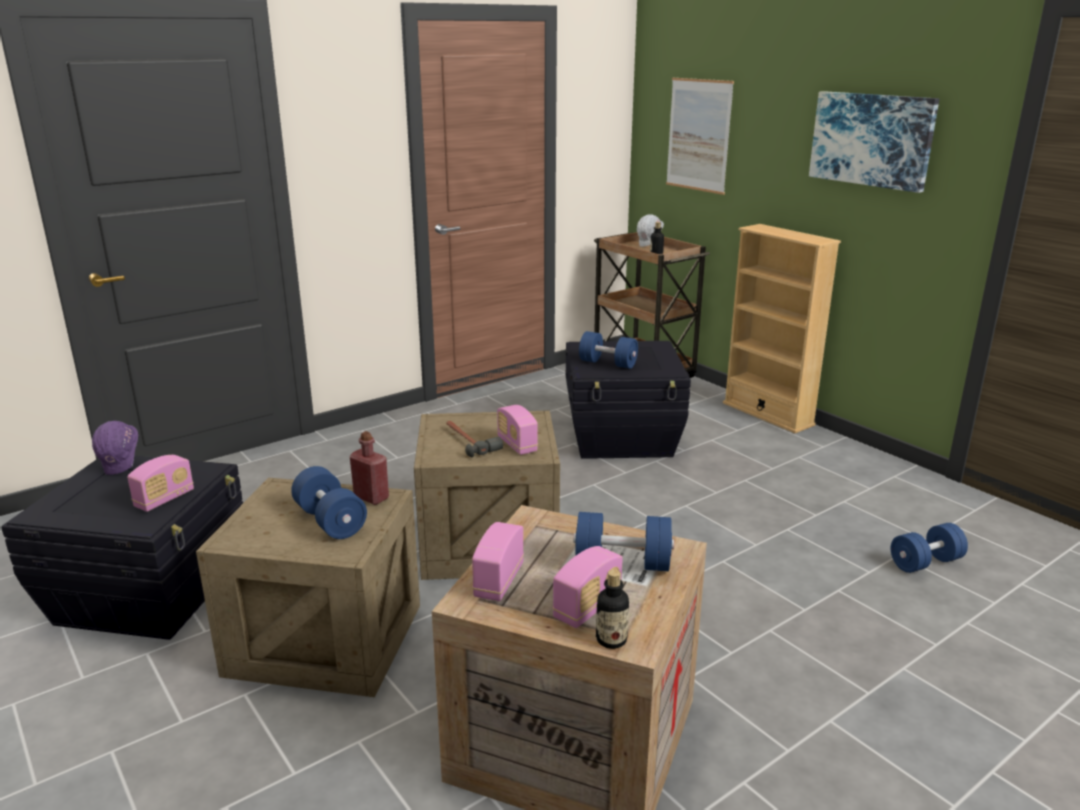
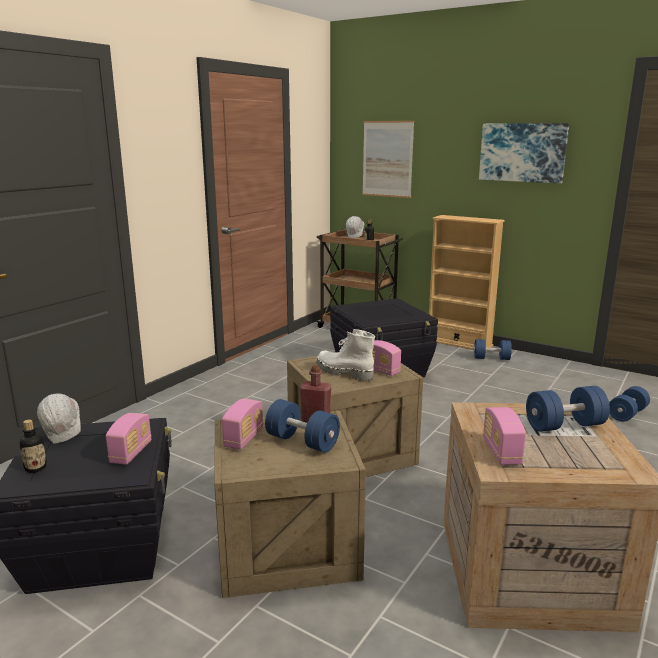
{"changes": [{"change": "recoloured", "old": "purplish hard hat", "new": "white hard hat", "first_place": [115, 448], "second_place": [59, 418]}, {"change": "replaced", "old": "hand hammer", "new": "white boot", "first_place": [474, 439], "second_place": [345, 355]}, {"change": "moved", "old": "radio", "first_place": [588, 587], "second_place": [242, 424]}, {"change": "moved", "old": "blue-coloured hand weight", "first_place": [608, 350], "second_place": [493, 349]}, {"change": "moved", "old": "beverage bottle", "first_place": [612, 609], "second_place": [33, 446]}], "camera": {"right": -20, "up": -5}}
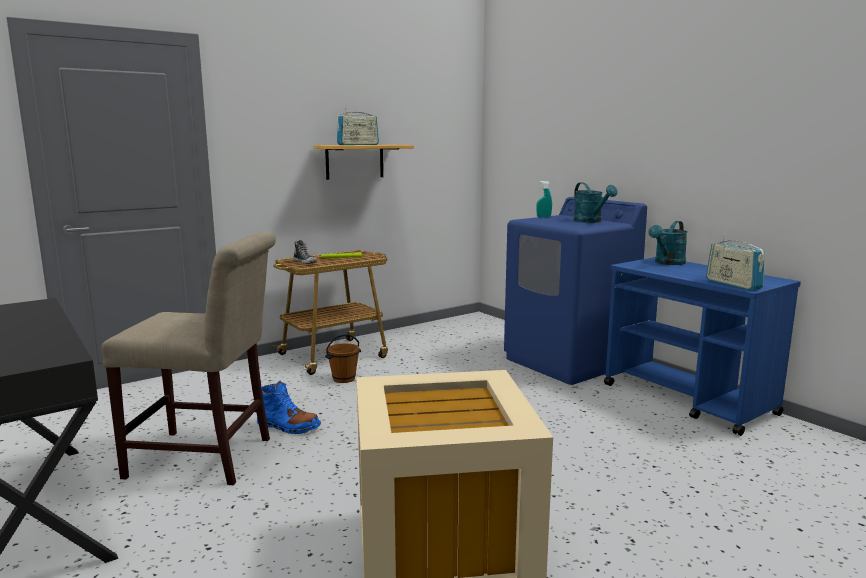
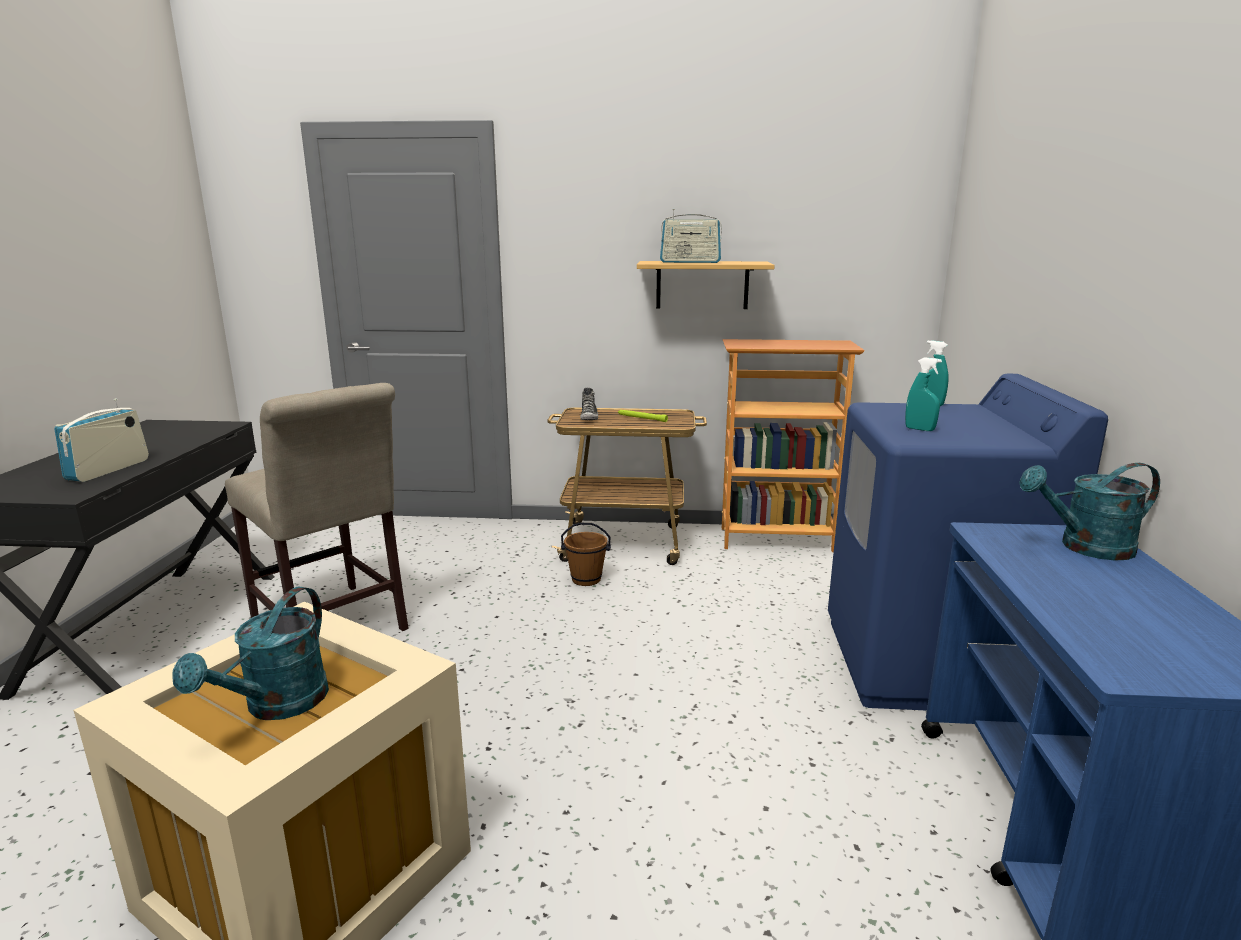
{"changes": [{"change": "removed", "old": "blue-coloured boot", "first_place": [289, 407]}, {"change": "moved", "old": "turquoise-coloured sprinkling can", "first_place": [595, 202], "second_place": [251, 653]}, {"change": "moved", "old": "radio", "first_place": [735, 263], "second_place": [101, 440]}, {"change": "added", "new": "bookshelf", "second_place": [793, 445]}, {"change": "added", "new": "turquoise-coloured sprayer", "second_place": [923, 394]}], "camera": {"right": 40, "up": 5}}
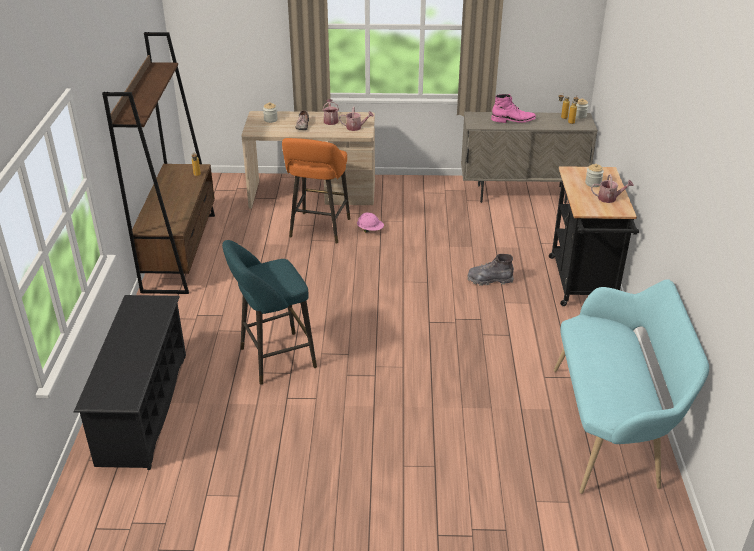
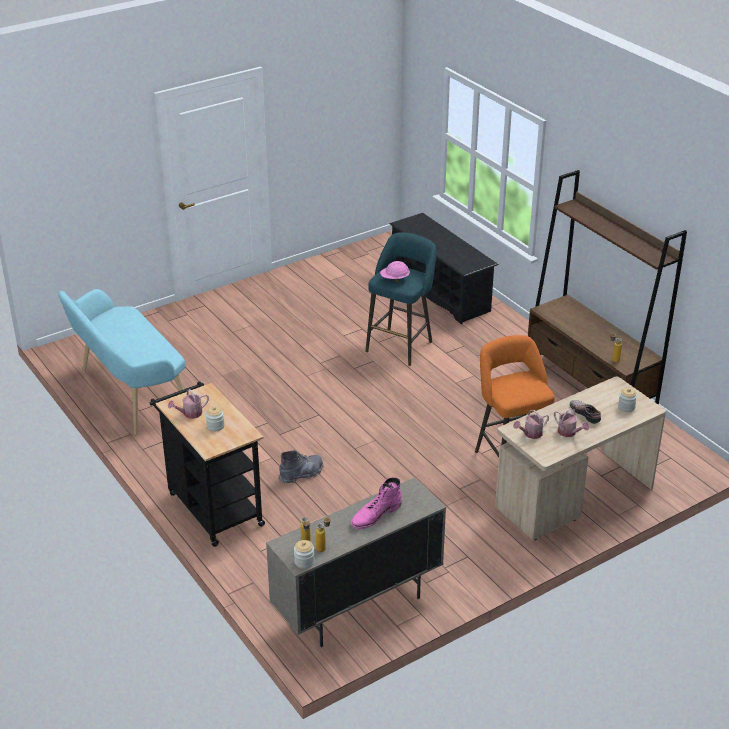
{"changes": [{"change": "moved", "old": "pink hard hat", "first_place": [370, 222], "second_place": [395, 271]}], "camera": {"right": 145, "up": 0}}
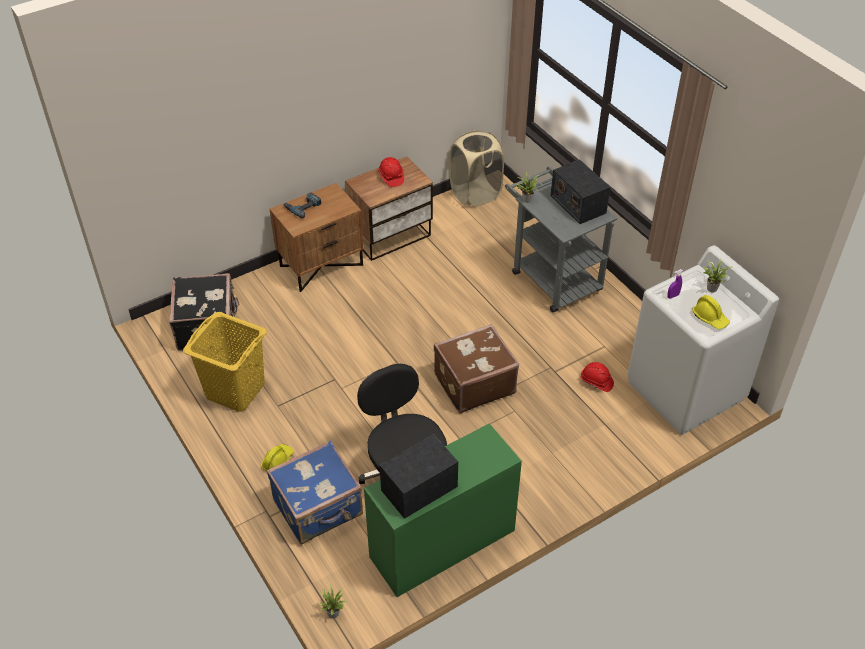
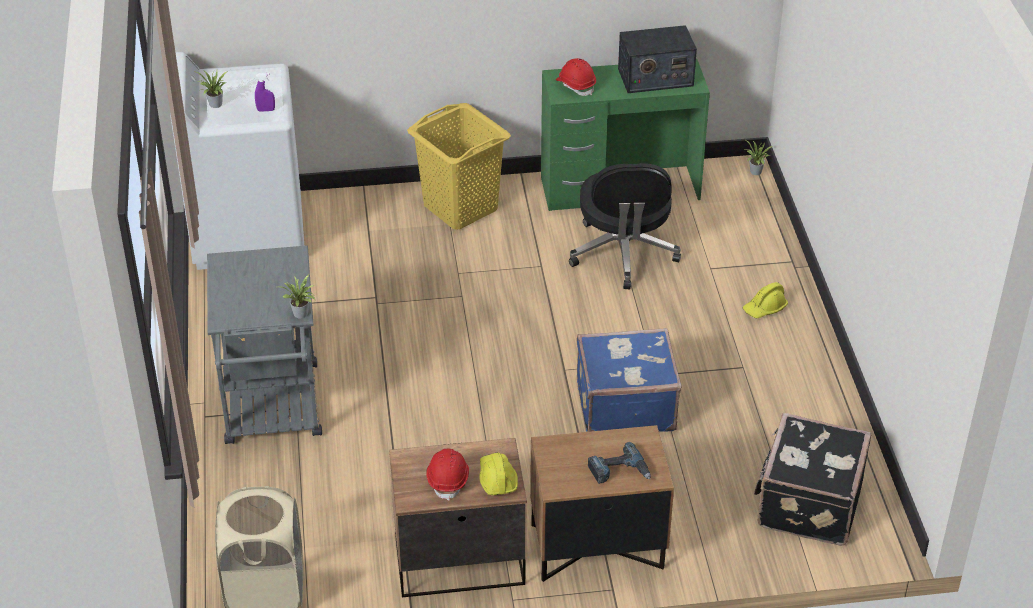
{"changes": [{"change": "moved", "old": "yellow-coloured washing basket", "first_place": [225, 362], "second_place": [459, 166]}, {"change": "moved", "old": "blue-coloured piece of luggage", "first_place": [315, 493], "second_place": [629, 380]}, {"change": "removed", "old": "brown-coloured piece of luggage", "first_place": [476, 368]}, {"change": "removed", "old": "radio", "first_place": [580, 191]}, {"change": "moved", "old": "red hard hat", "first_place": [597, 377], "second_place": [576, 77]}, {"change": "moved", "old": "yellow-coloured hard hat", "first_place": [711, 312], "second_place": [498, 474]}], "camera": {"right": -155, "up": -5}}
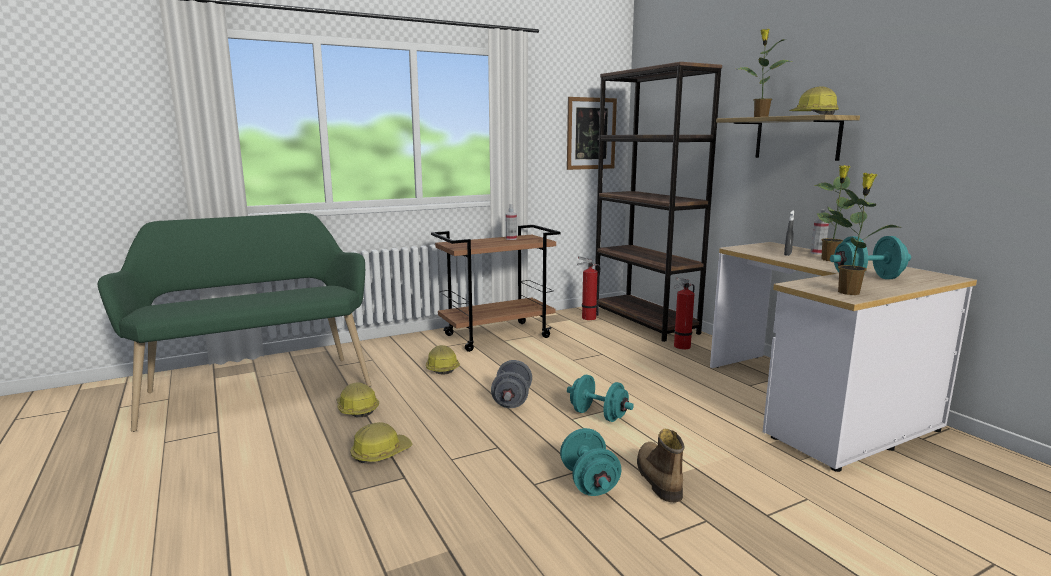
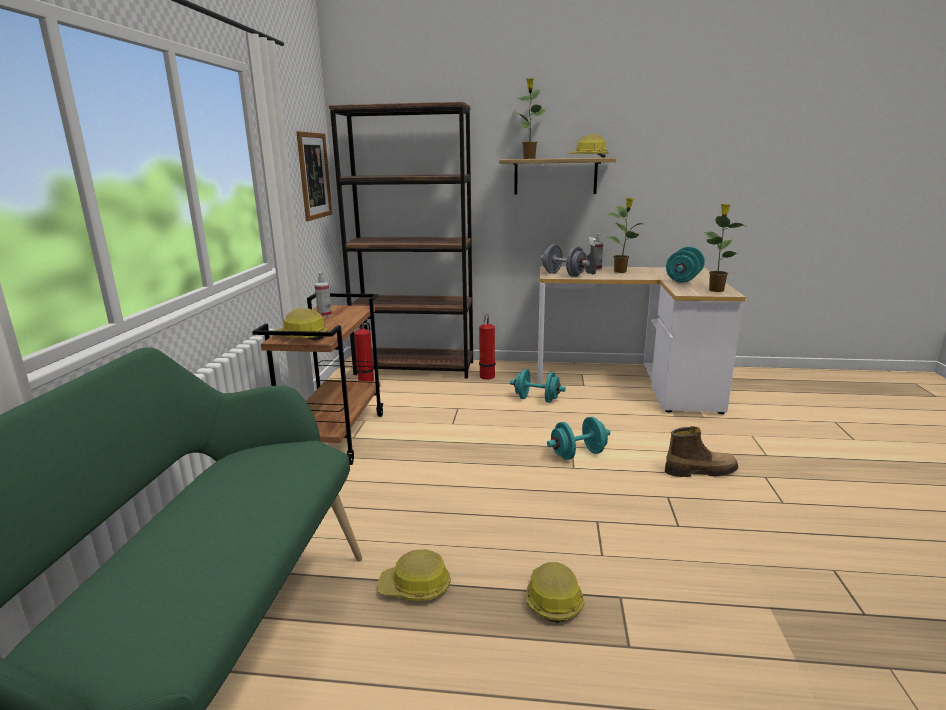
{"changes": [{"change": "moved", "old": "hard hat", "first_place": [443, 360], "second_place": [301, 324]}, {"change": "moved", "old": "grey hand weight", "first_place": [511, 384], "second_place": [565, 260]}, {"change": "moved", "old": "turquoise-coloured hand weight", "first_place": [590, 462], "second_place": [538, 386]}, {"change": "turned", "old": "boot", "first_place": [660, 466], "second_place": [701, 451], "degrees": 150}], "camera": {"right": -55, "up": 5}}
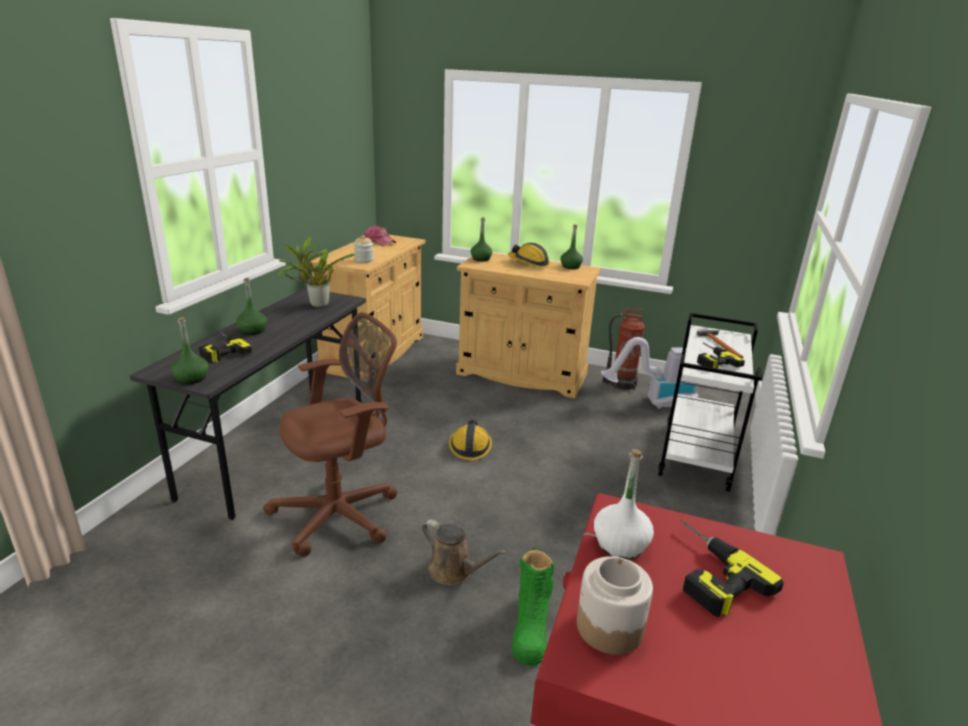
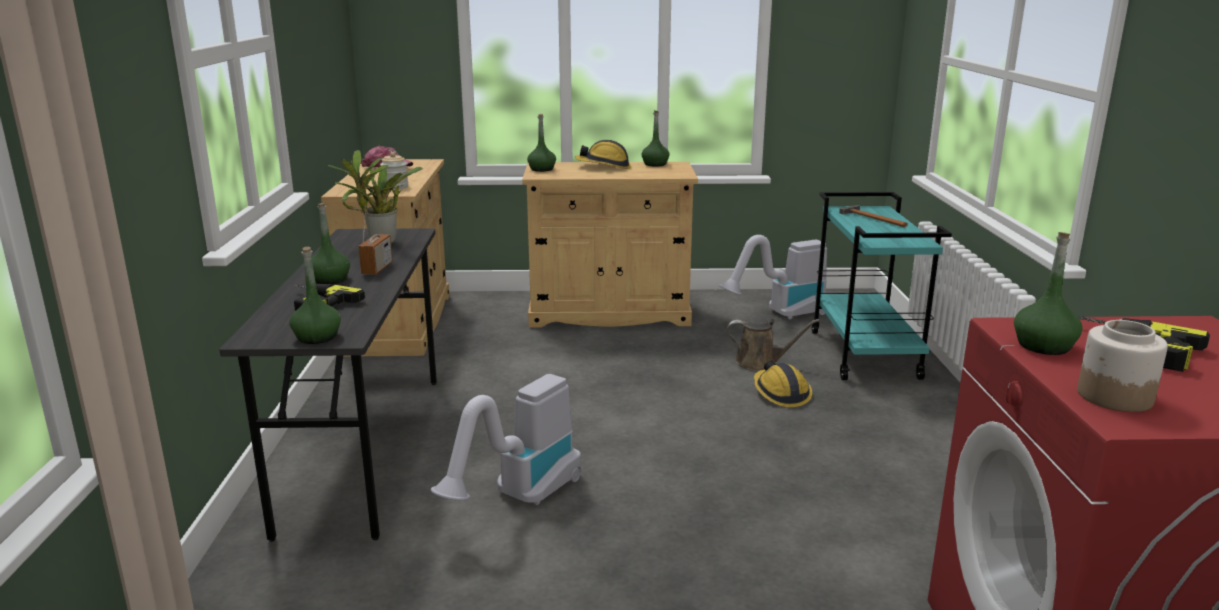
{"changes": [{"change": "replaced", "old": "brown-coloured computer chair", "new": "vacuum cleaner", "first_place": [330, 434], "second_place": [506, 439]}, {"change": "moved", "old": "brown-coloured sprinkling can", "first_place": [464, 552], "second_place": [773, 344]}, {"change": "moved", "old": "hard hat", "first_place": [470, 440], "second_place": [783, 384]}, {"change": "removed", "old": "green boot", "first_place": [533, 607]}, {"change": "recoloured", "old": "white beverage bottle", "new": "green beverage bottle", "first_place": [624, 504], "second_place": [1048, 293]}, {"change": "removed", "old": "fire-fighting cylinder", "first_place": [624, 350]}, {"change": "recoloured", "old": "white trolley", "new": "turquoise-coloured trolley", "first_place": [710, 402], "second_place": [882, 286]}, {"change": "removed", "old": "power drill", "first_place": [721, 355]}, {"change": "added", "new": "radio", "second_place": [375, 240]}], "camera": {"right": -20, "up": -5}}
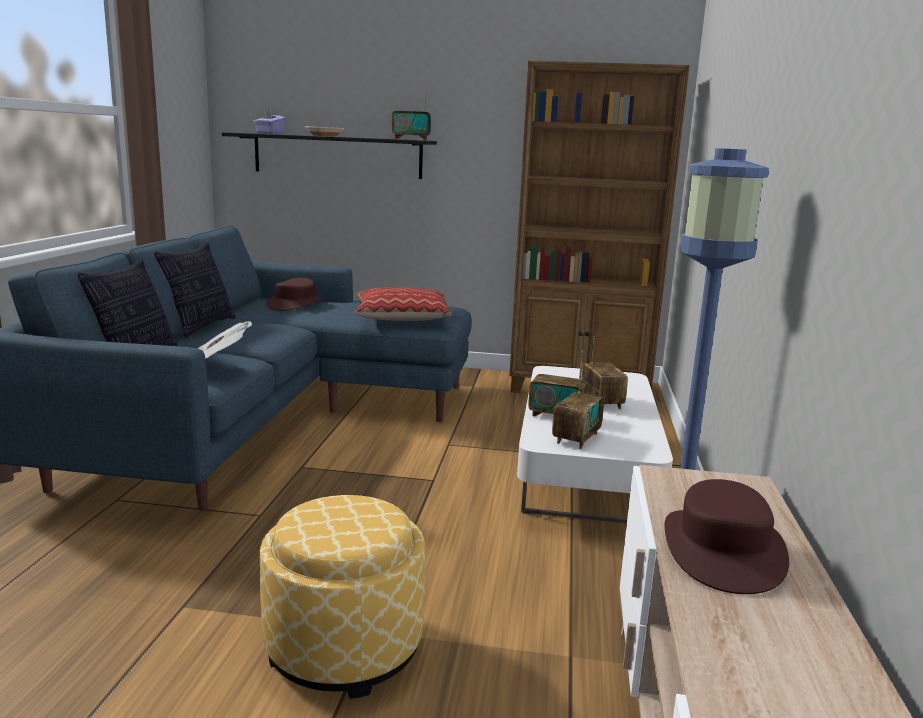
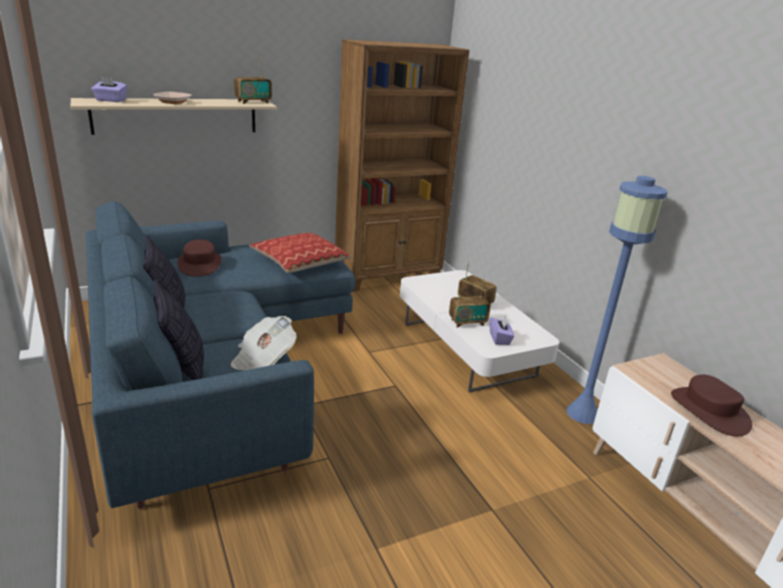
{"changes": [{"change": "recoloured", "old": "black shelf", "new": "beige shelf", "first_place": [329, 155], "second_place": [174, 116]}, {"change": "removed", "old": "pouffe", "first_place": [342, 597]}, {"change": "replaced", "old": "radio", "new": "purplish tissue holder", "first_place": [578, 405], "second_place": [502, 330]}], "camera": {"right": -35, "up": 10}}
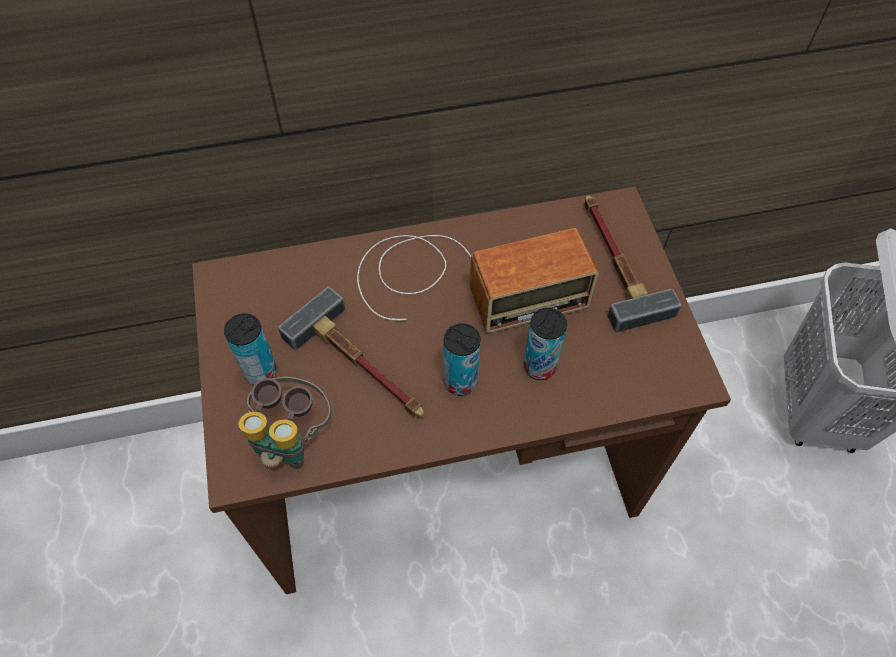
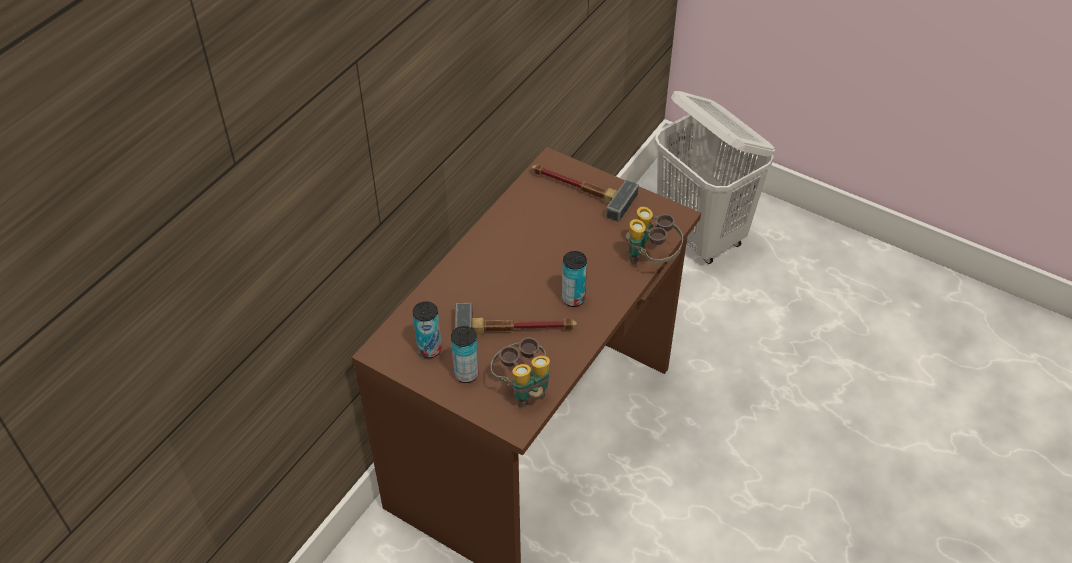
{"changes": [{"change": "removed", "old": "radio", "first_place": [478, 280]}, {"change": "moved", "old": "can", "first_place": [545, 344], "second_place": [427, 329]}, {"change": "added", "new": "field glasses", "second_place": [654, 235]}], "camera": {"right": -45, "up": -10}}
